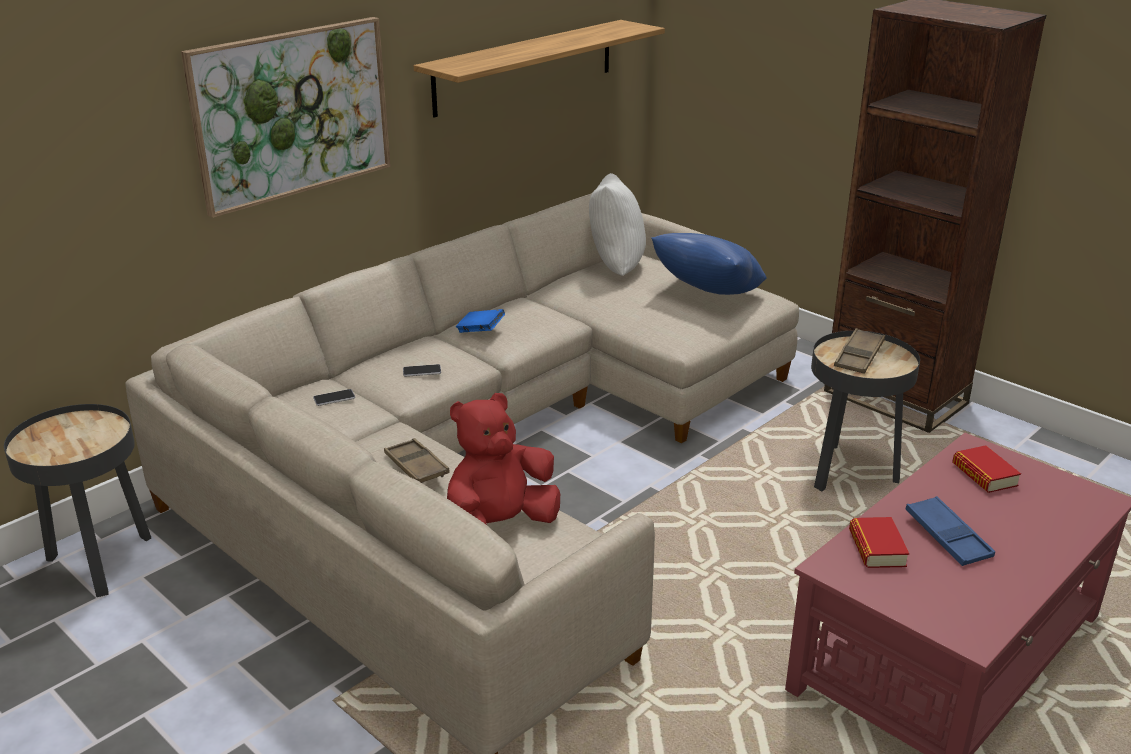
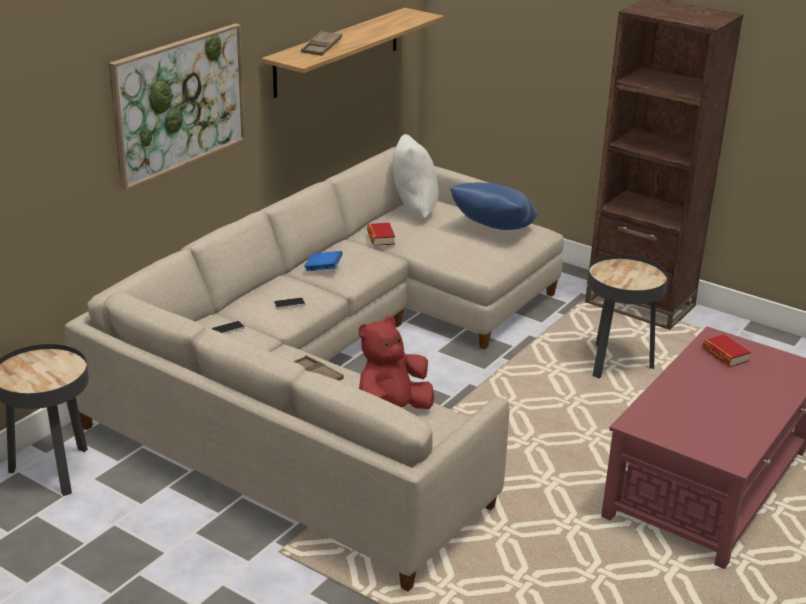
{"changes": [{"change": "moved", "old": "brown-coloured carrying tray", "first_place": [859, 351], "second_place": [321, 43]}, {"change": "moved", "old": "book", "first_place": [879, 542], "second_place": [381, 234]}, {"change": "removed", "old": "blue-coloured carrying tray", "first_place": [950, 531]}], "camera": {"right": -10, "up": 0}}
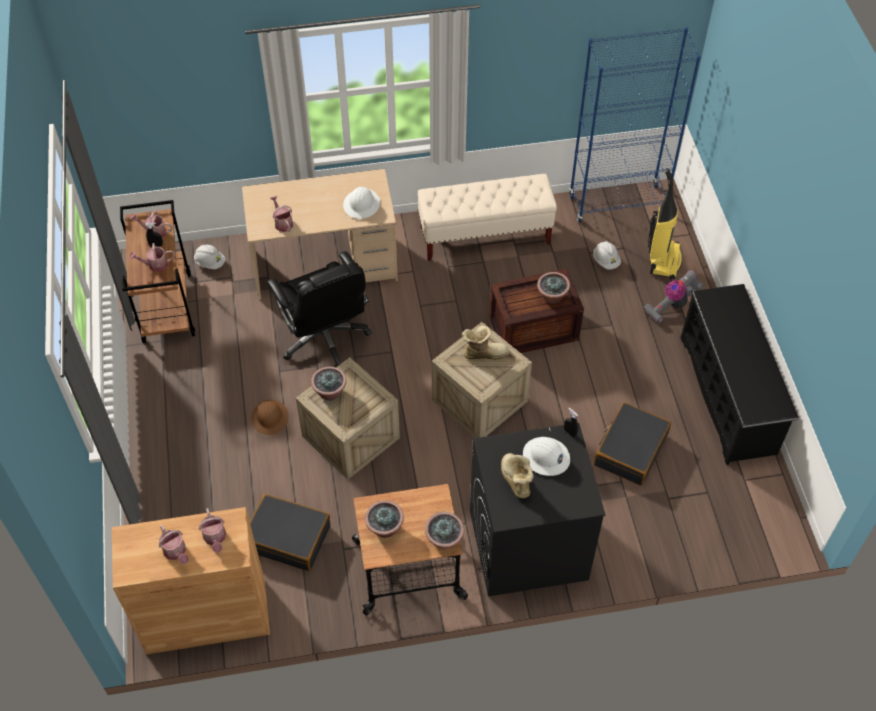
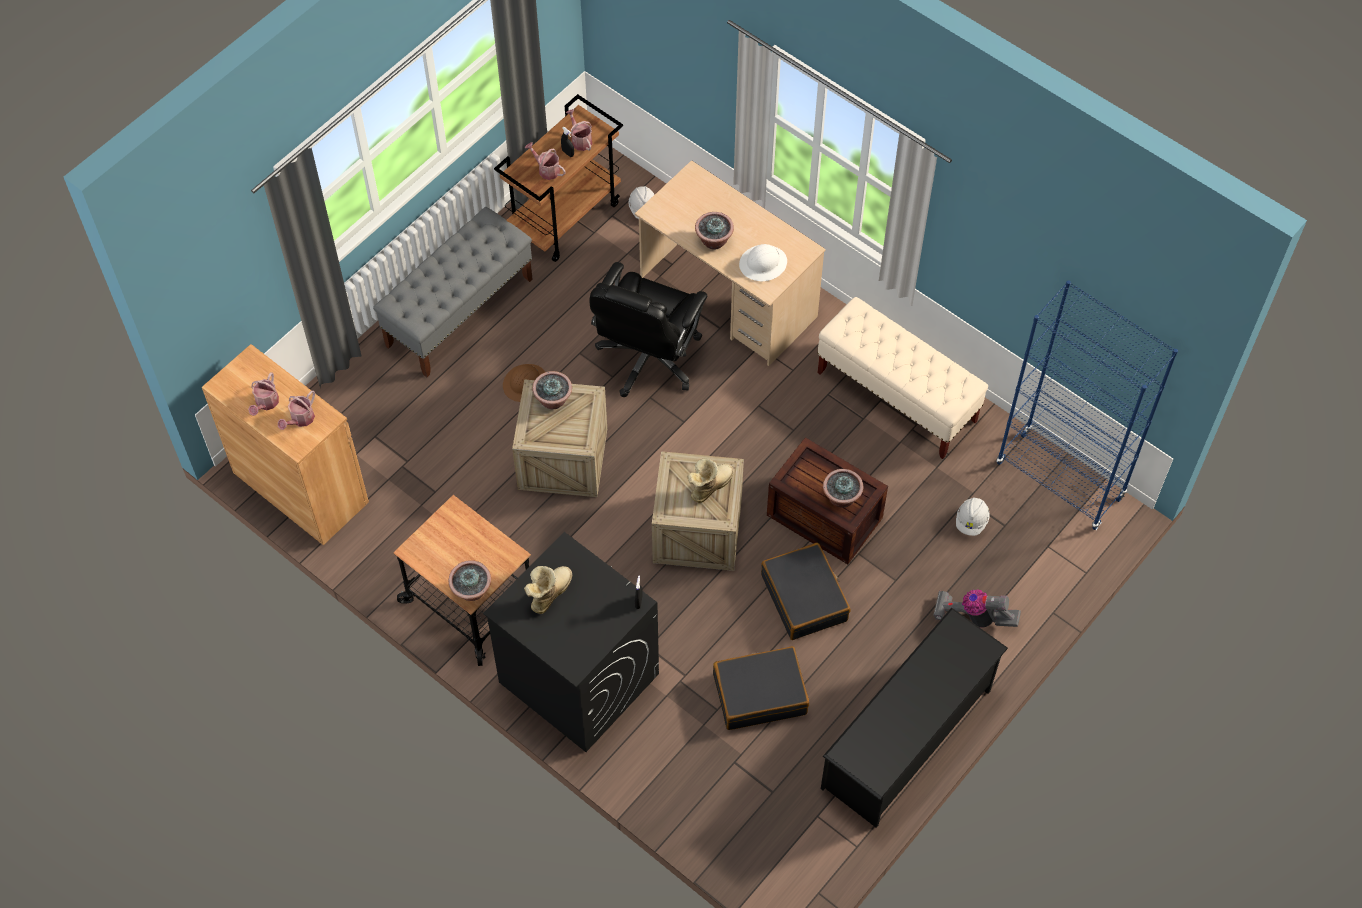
{"changes": [{"change": "moved", "old": "black piece of luggage", "first_place": [290, 532], "second_place": [805, 591]}, {"change": "removed", "old": "sprinkling can", "first_place": [281, 214]}, {"change": "moved", "old": "houseplant", "first_place": [384, 519], "second_place": [714, 231]}, {"change": "turned", "old": "boot", "first_place": [486, 343], "second_place": [710, 480], "degrees": -90}, {"change": "removed", "old": "white hard hat", "first_place": [546, 456]}, {"change": "removed", "old": "vacuum cleaner", "first_place": [665, 223]}, {"change": "added", "new": "grey long seat", "second_place": [453, 292]}], "camera": {"right": 50, "up": 5}}
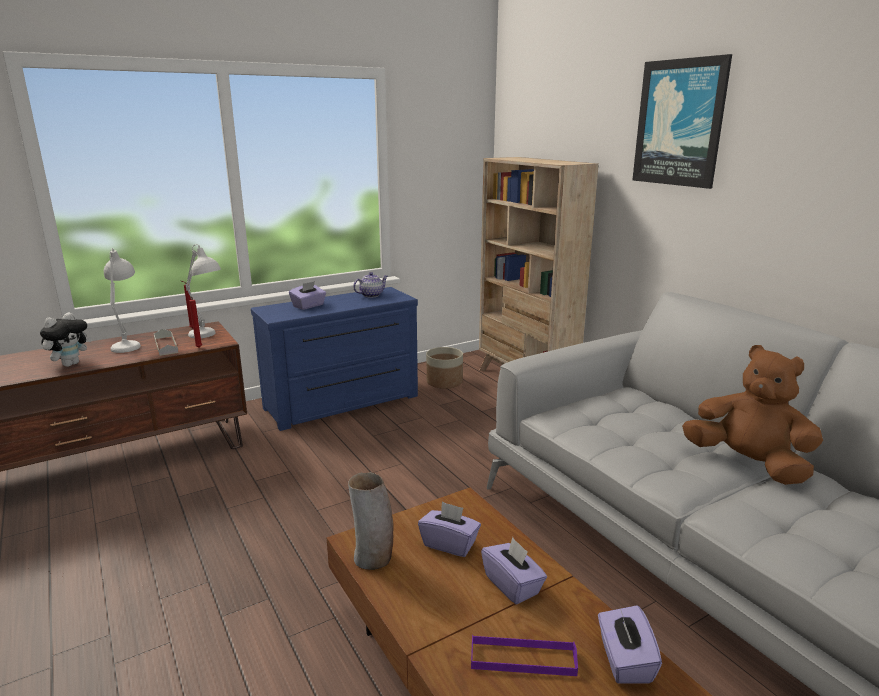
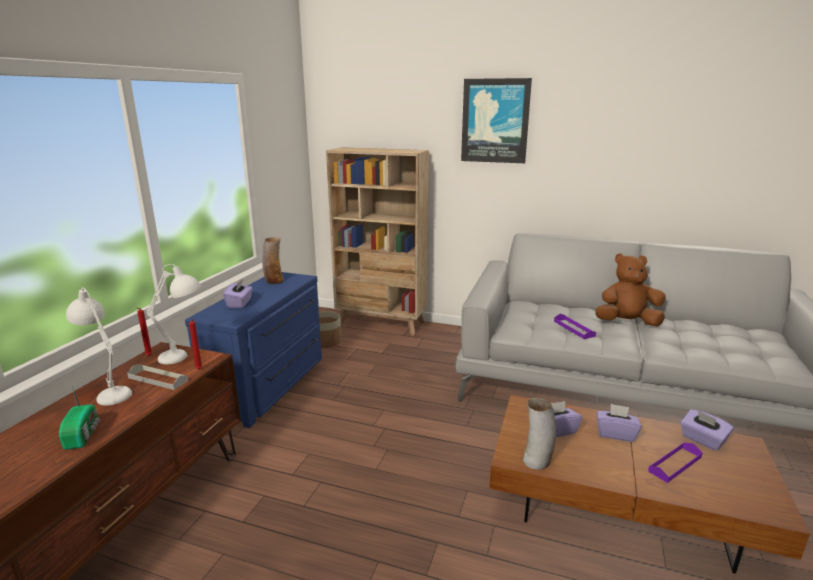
{"changes": [{"change": "replaced", "old": "soft toy", "new": "radio", "first_place": [65, 339], "second_place": [79, 416]}, {"change": "replaced", "old": "teapot", "new": "vase", "first_place": [370, 285], "second_place": [273, 260]}, {"change": "added", "new": "purplish carrying tray", "second_place": [575, 326]}], "camera": {"right": -40, "up": 0}}
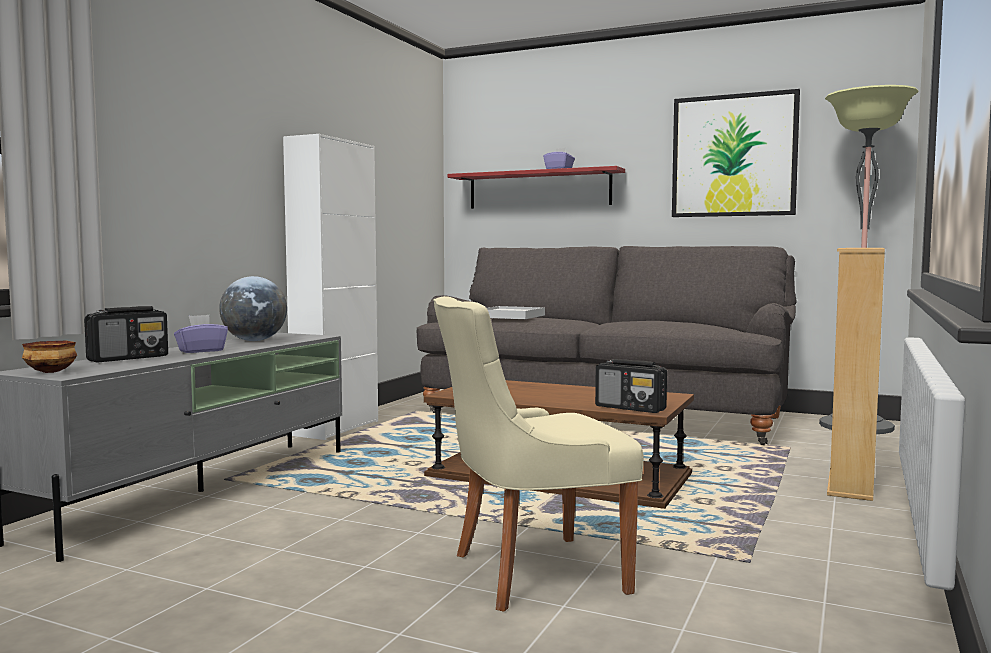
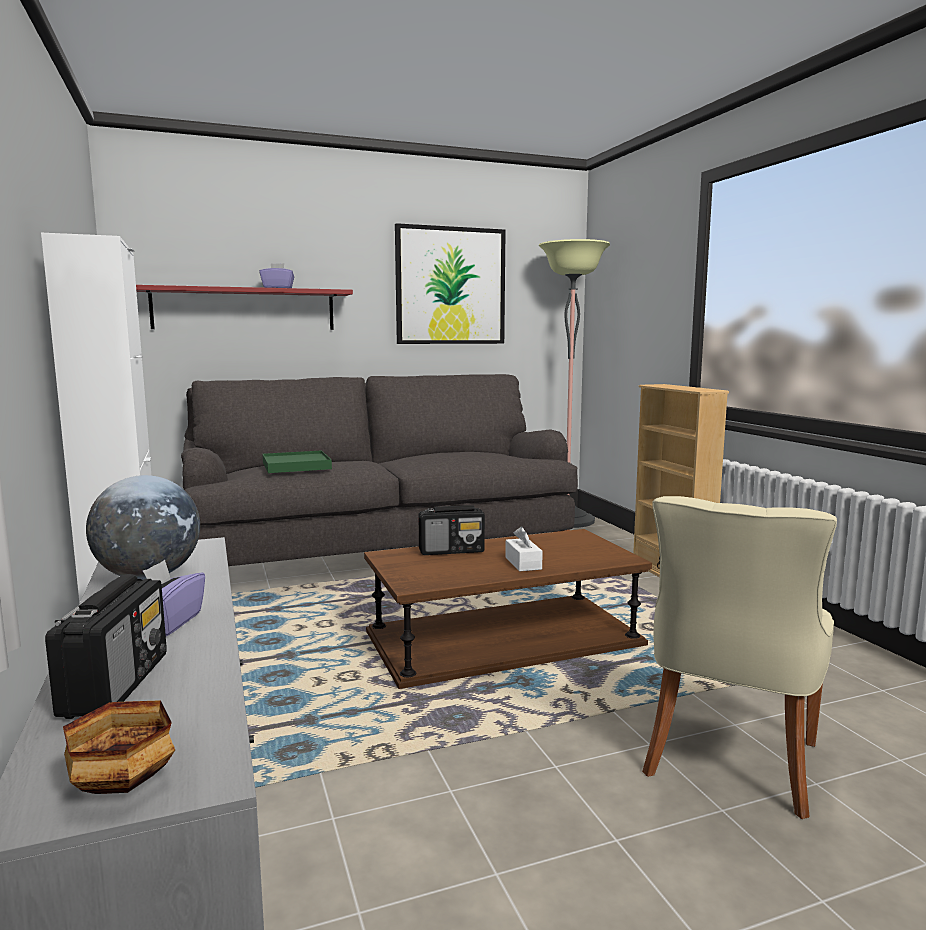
{"changes": [{"change": "recoloured", "old": "white carrying tray", "new": "green carrying tray", "first_place": [516, 312], "second_place": [297, 461]}, {"change": "moved", "old": "radio", "first_place": [631, 386], "second_place": [452, 530]}, {"change": "added", "new": "white tissue holder", "second_place": [524, 549]}], "camera": {"right": -45, "up": 5}}
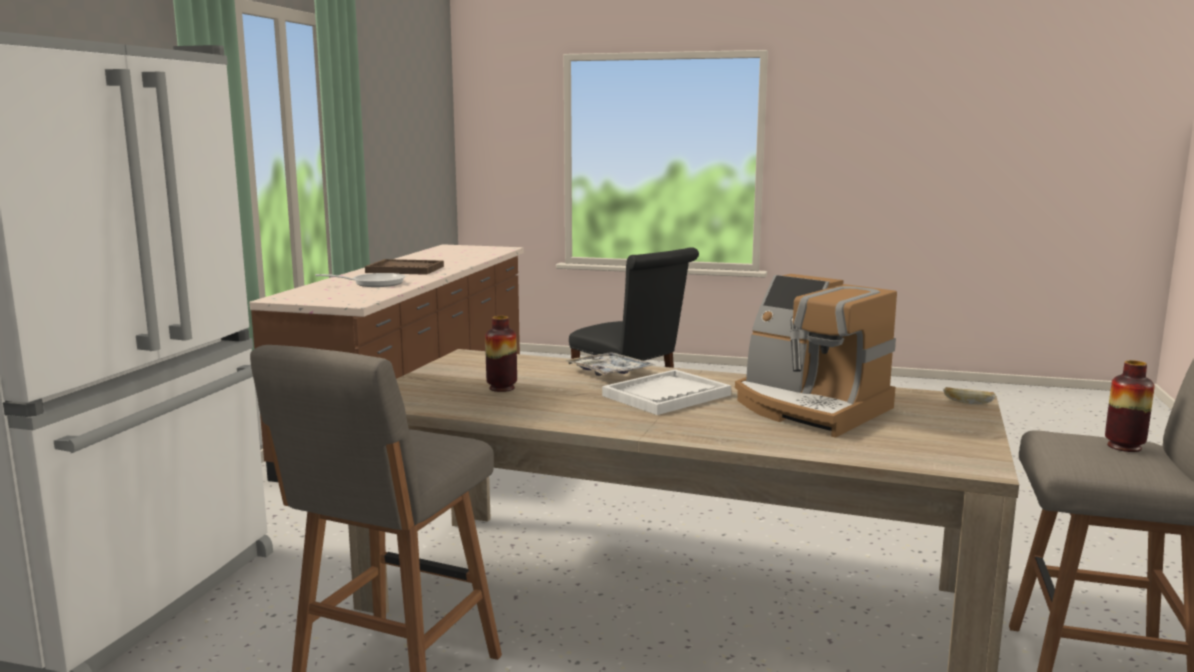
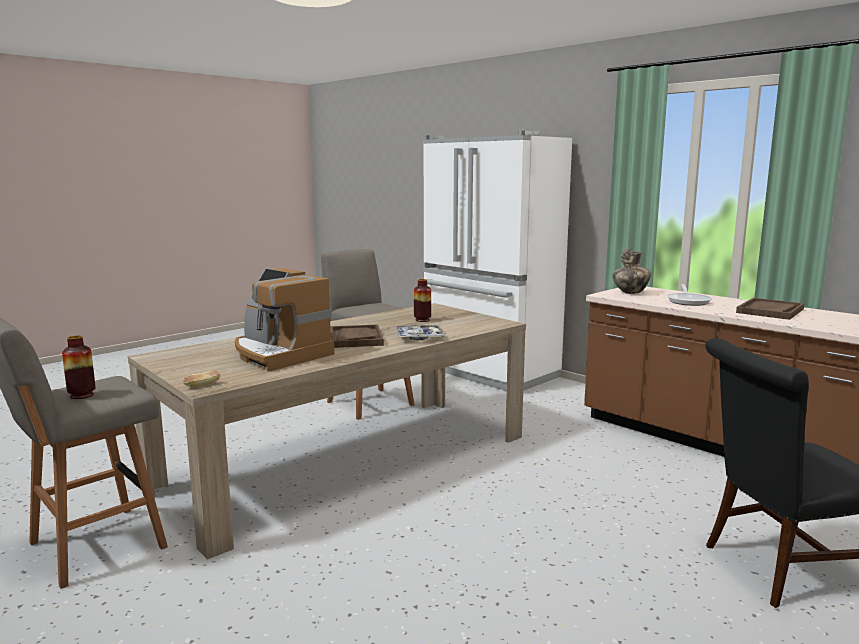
{"changes": [{"change": "recoloured", "old": "white carrying tray", "new": "brown-coloured carrying tray", "first_place": [666, 392], "second_place": [357, 336]}, {"change": "turned", "old": "coffee machine", "first_place": [816, 356], "second_place": [284, 320], "degrees": -120}, {"change": "added", "new": "vase", "second_place": [631, 271]}], "camera": {"right": 120, "up": 0}}
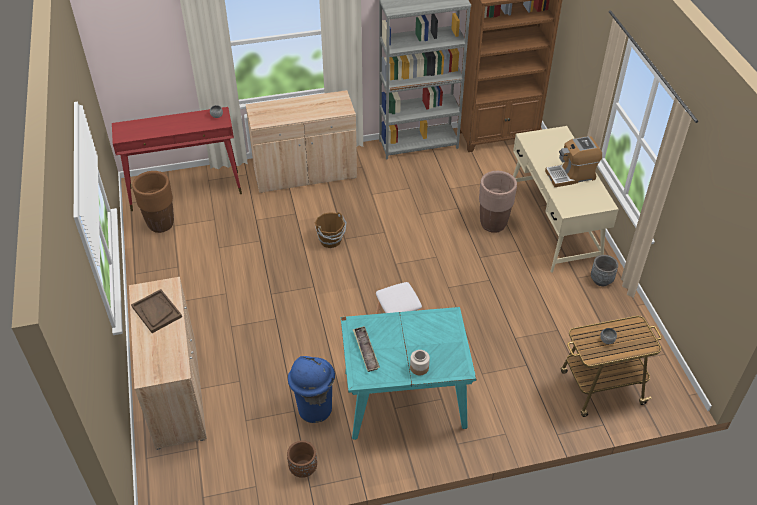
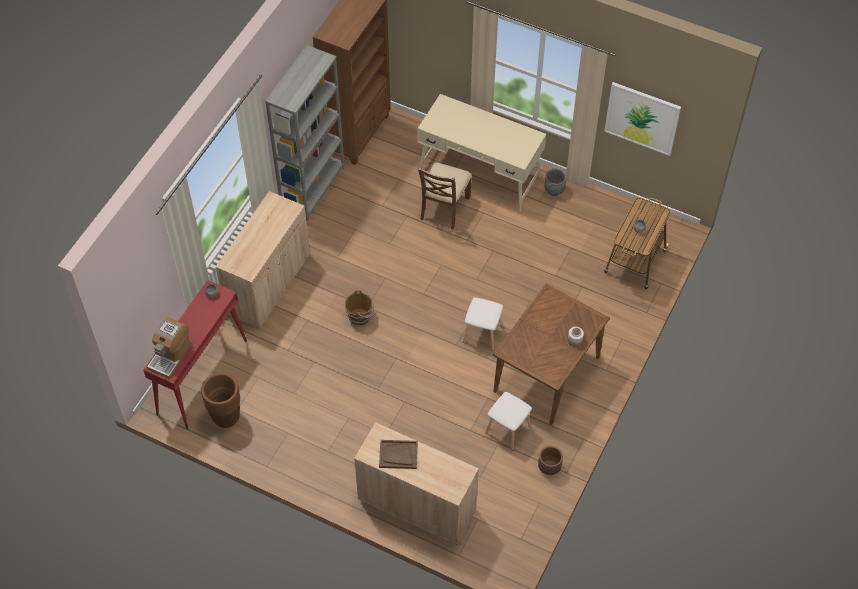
{"changes": [{"change": "replaced", "old": "blue-coloured waste bin", "new": "white sitting stool", "first_place": [311, 389], "second_place": [508, 421]}, {"change": "recoloured", "old": "turquoise-coloured kitchen table", "new": "brown-coloured kitchen table", "first_place": [408, 373], "second_place": [551, 354]}, {"change": "removed", "old": "carrying tray", "first_place": [366, 349]}, {"change": "replaced", "old": "brown-coloured flower pot", "new": "brown-coloured chair", "first_place": [498, 202], "second_place": [445, 196]}, {"change": "moved", "old": "coffee machine", "first_place": [573, 161], "second_place": [169, 348]}, {"change": "added", "new": "wall picture", "second_place": [642, 119]}], "camera": {"right": -50, "up": 10}}
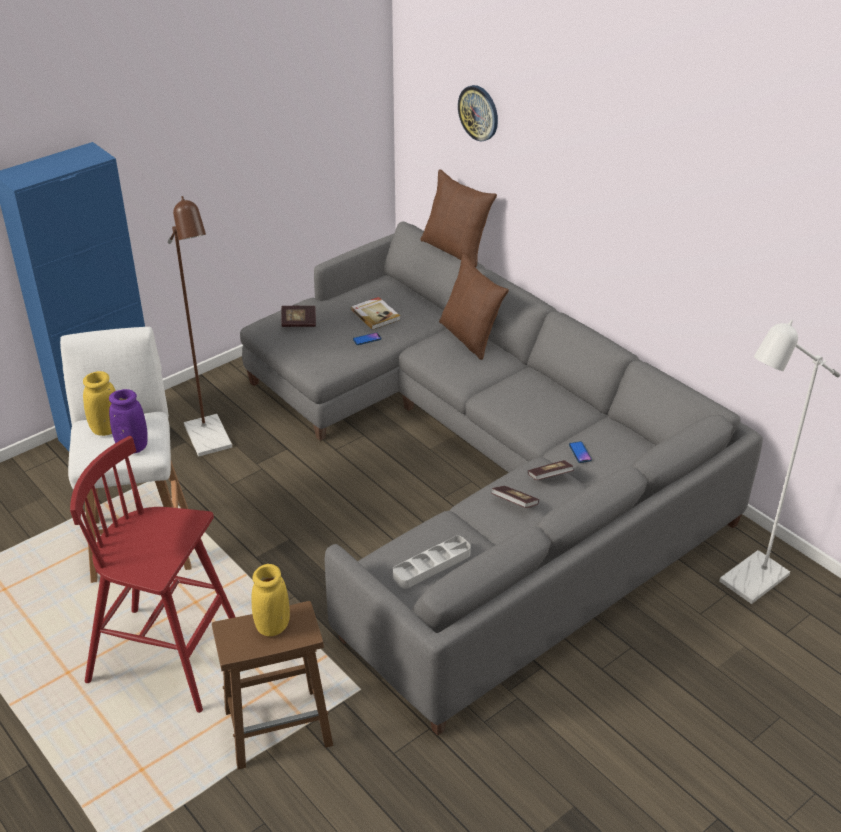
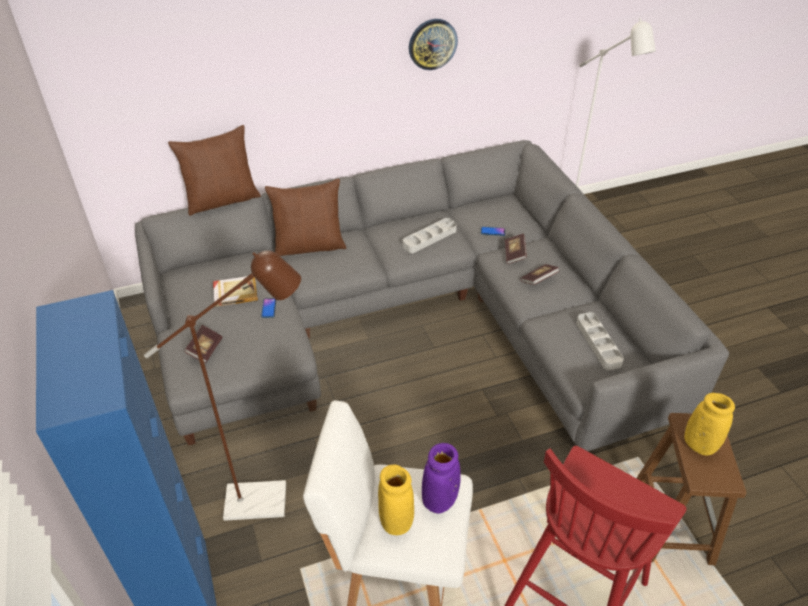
{"changes": [{"change": "moved", "old": "hanging clock", "first_place": [478, 113], "second_place": [433, 44]}, {"change": "added", "new": "grey carrying tray", "second_place": [430, 235]}], "camera": {"right": -70, "up": 5}}
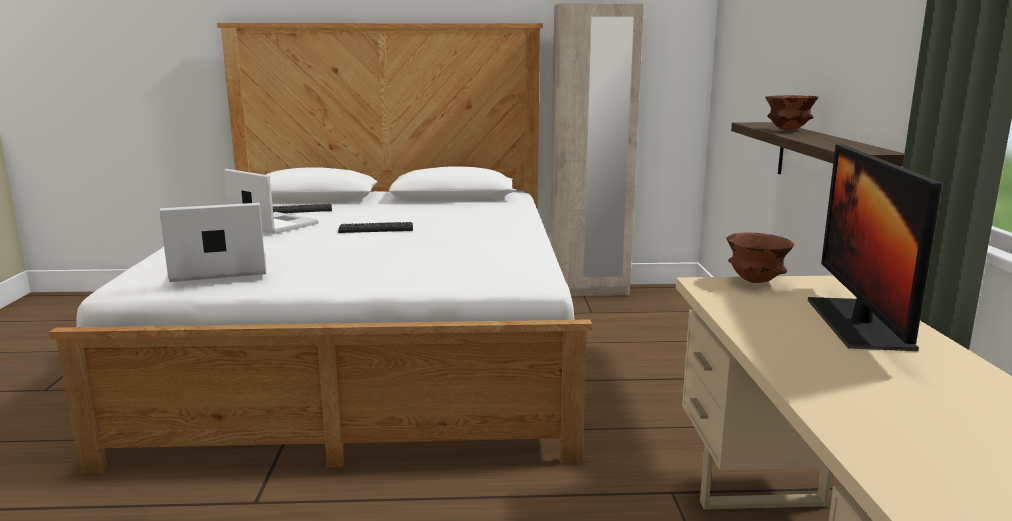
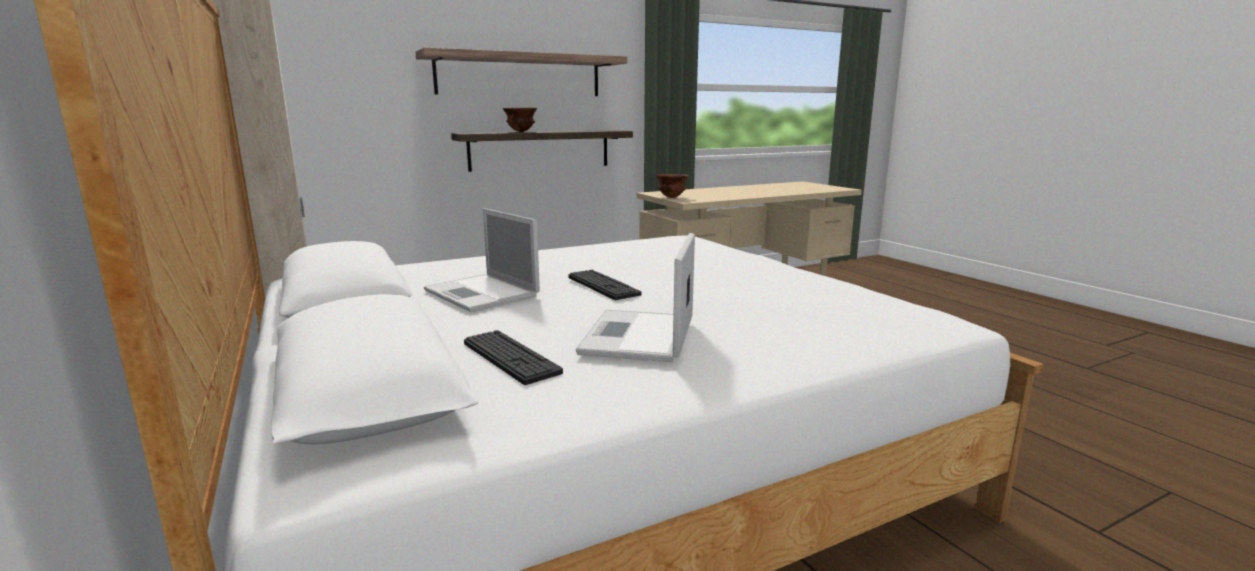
{"changes": [{"change": "moved", "old": "laptop", "first_place": [212, 242], "second_place": [482, 260]}, {"change": "removed", "old": "computer display", "first_place": [875, 248]}, {"change": "added", "new": "shelf", "second_place": [521, 71]}], "camera": {"right": -115, "up": 0}}
